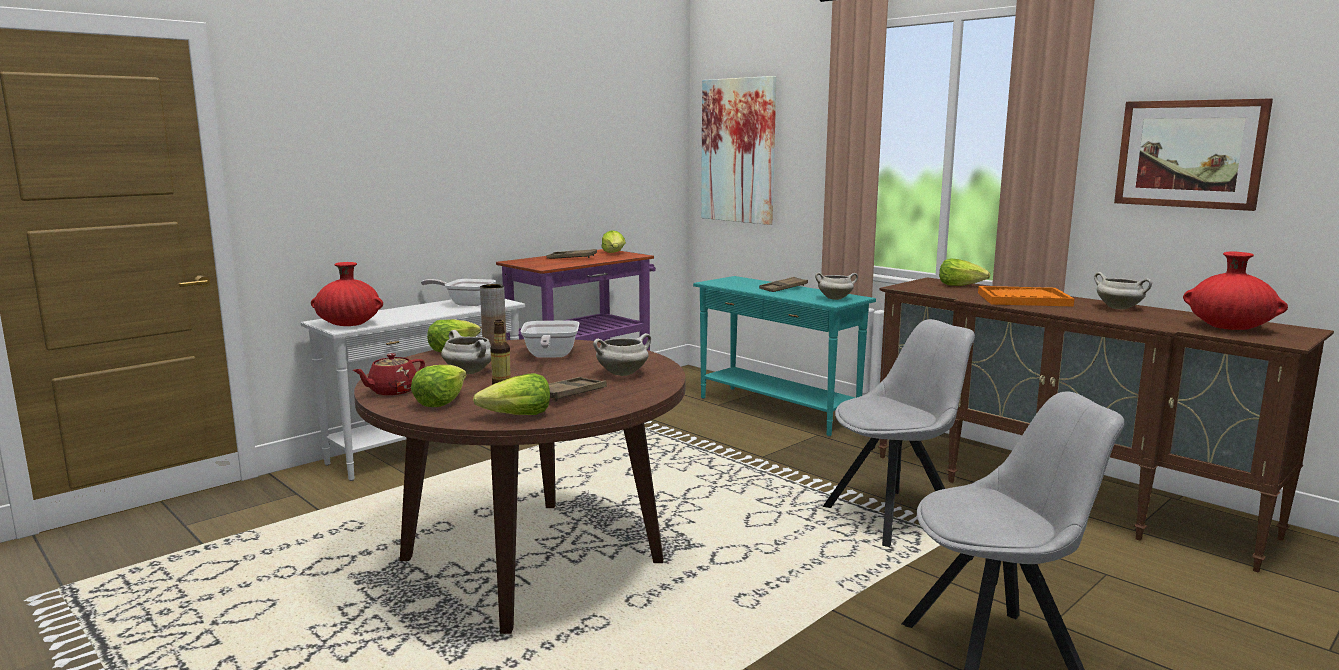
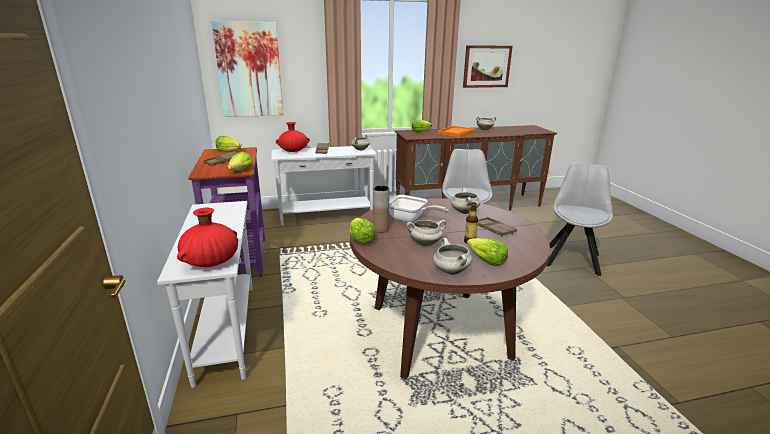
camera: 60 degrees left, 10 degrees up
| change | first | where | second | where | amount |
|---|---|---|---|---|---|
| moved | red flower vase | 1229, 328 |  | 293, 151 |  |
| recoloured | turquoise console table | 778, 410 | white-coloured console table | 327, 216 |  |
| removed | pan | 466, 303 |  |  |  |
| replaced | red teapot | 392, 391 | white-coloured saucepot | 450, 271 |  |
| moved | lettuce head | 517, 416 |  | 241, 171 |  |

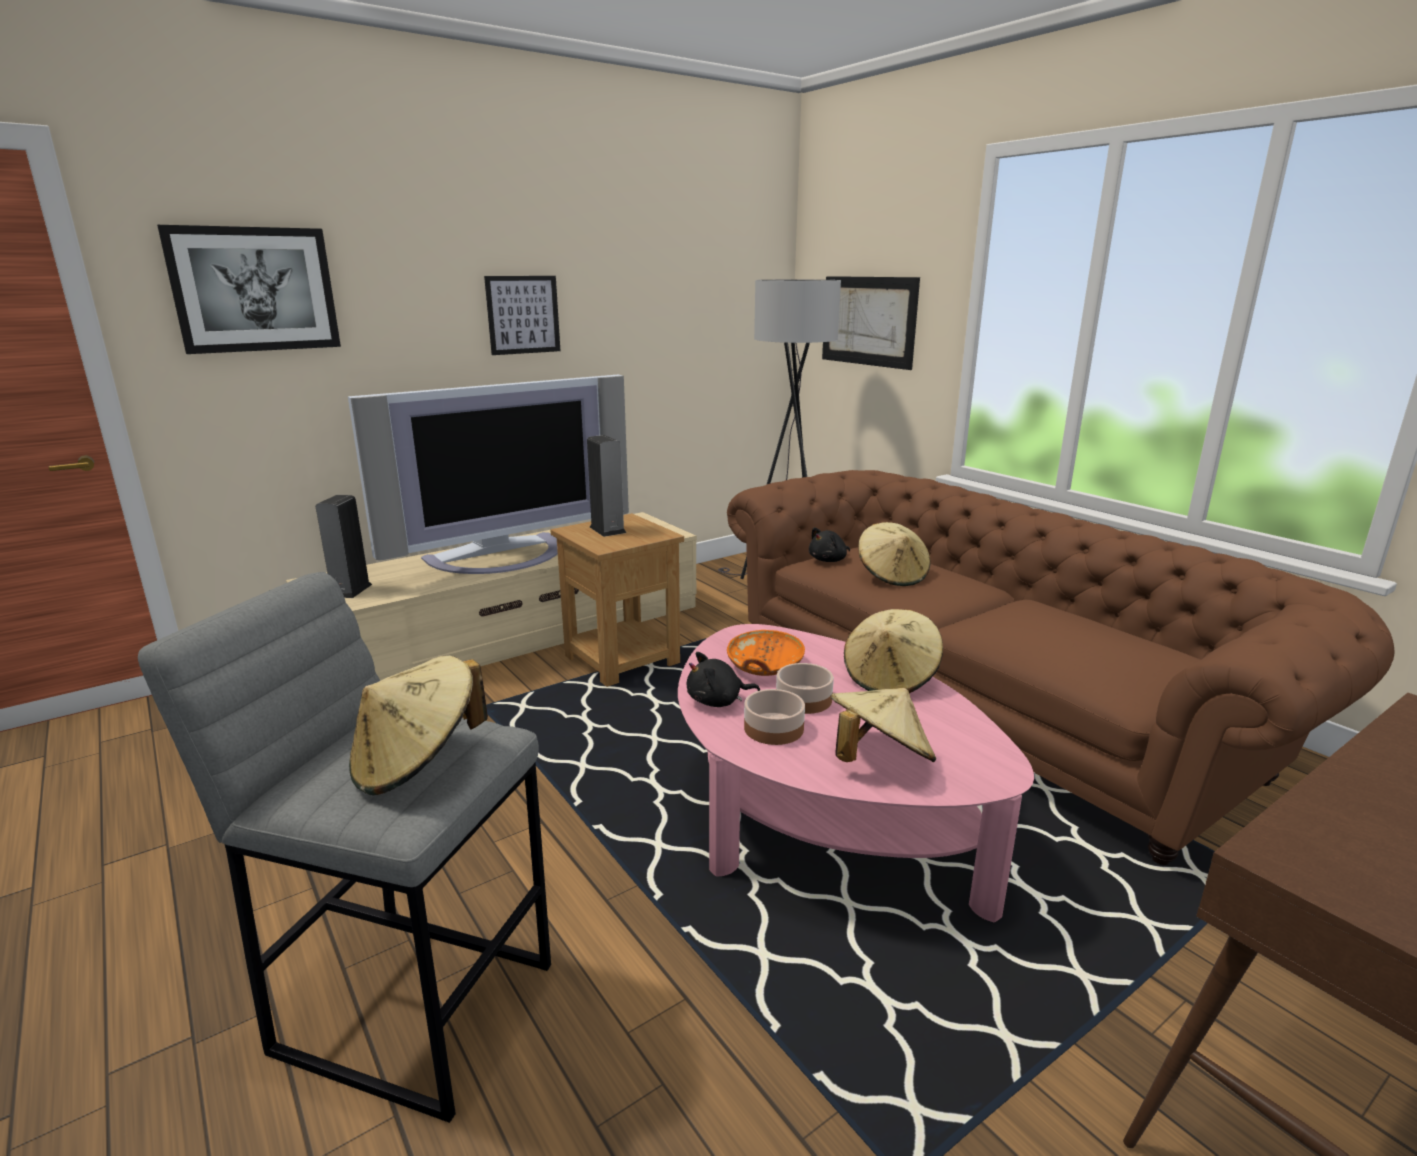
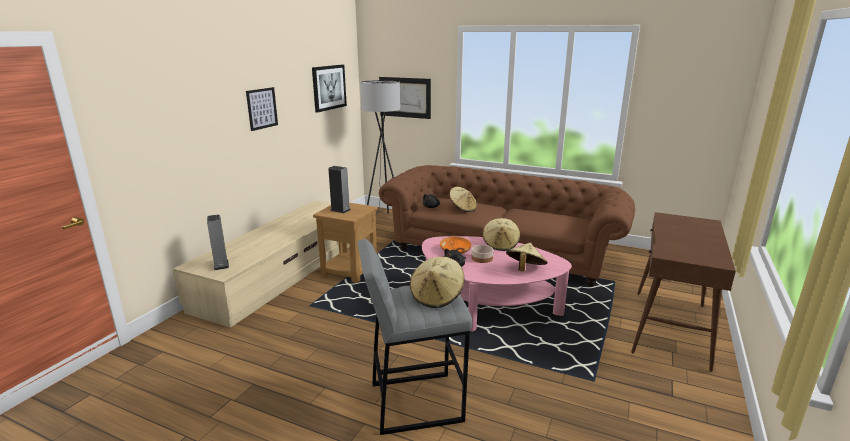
camera: 30 degrees left, 0 degrees up
| change | first | where | second | where | amount |
|---|---|---|---|---|---|
| moved | picture | 254, 289 |  | 329, 87 |  |
| removed | television | 504, 557 |  |  |  |
| removed | bowl | 773, 728 |  |  |  |

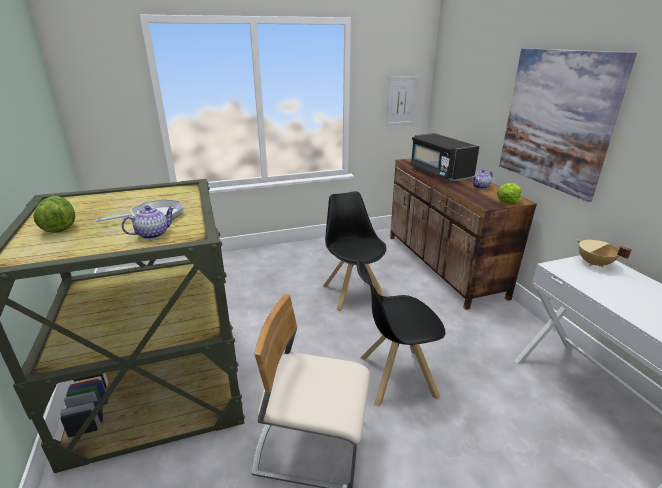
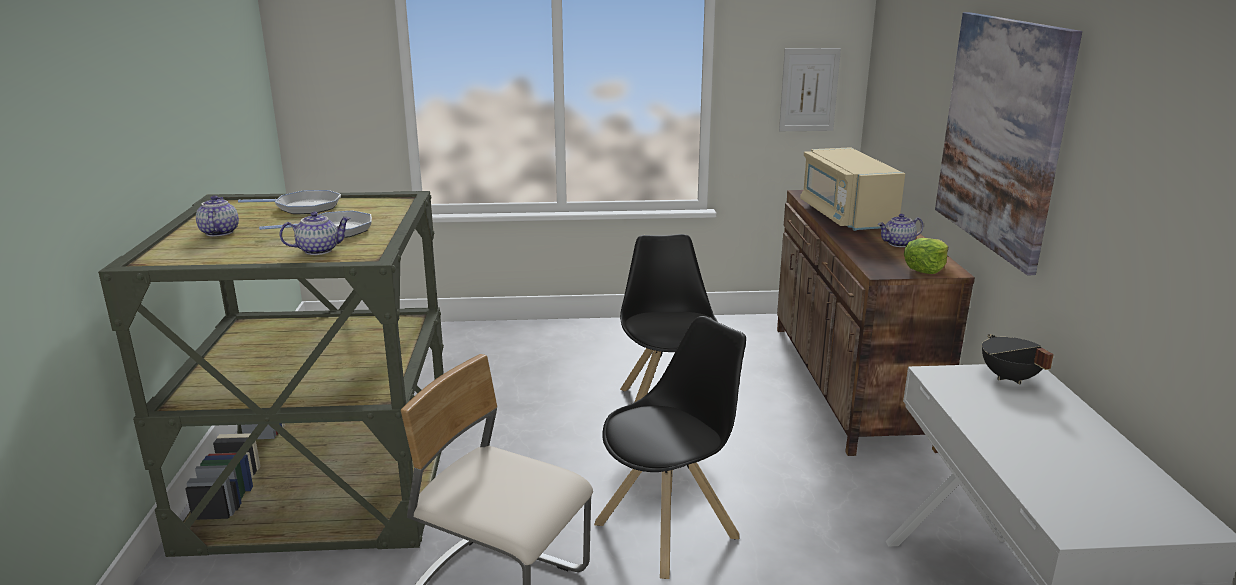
camera: 15 degrees right, 5 degrees down
| change | first | where | second | where | amount |
|---|---|---|---|---|---|
| recoloured | black-coloured microwave | 439, 173 | beige microwave | 846, 216 |  |
| replaced | lettuce head | 60, 227 | teapot | 218, 232 |  |
| recoloured | beige saucepot | 594, 264 | black-coloured saucepot | 1009, 378 |  |
| turned | black-coloured upright chair | 395, 376 |  | 670, 528 | 135 degrees clockwise |
| added |  |  | pan | 304, 207 |  |

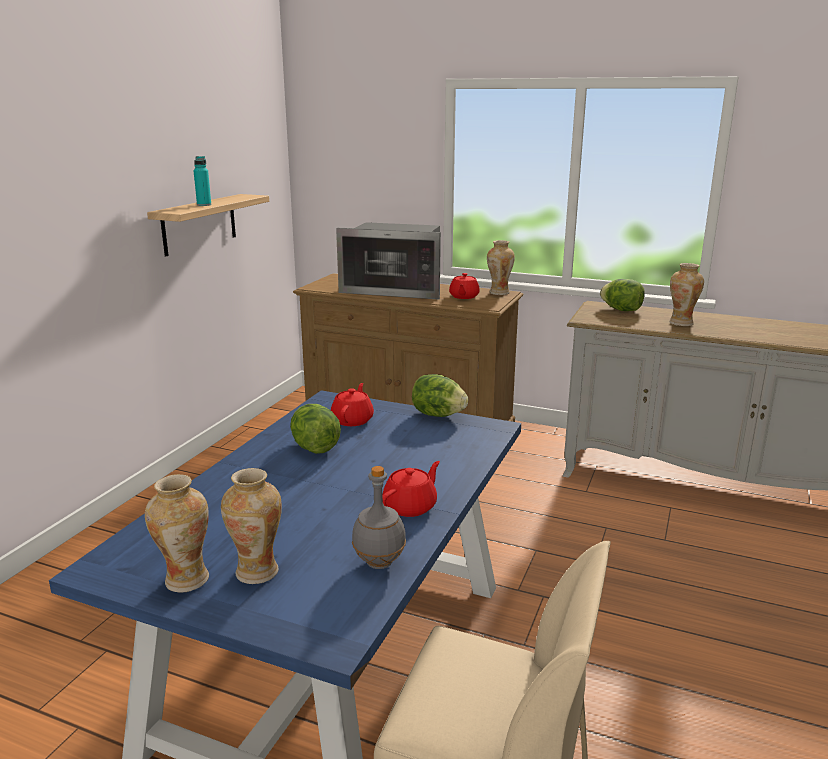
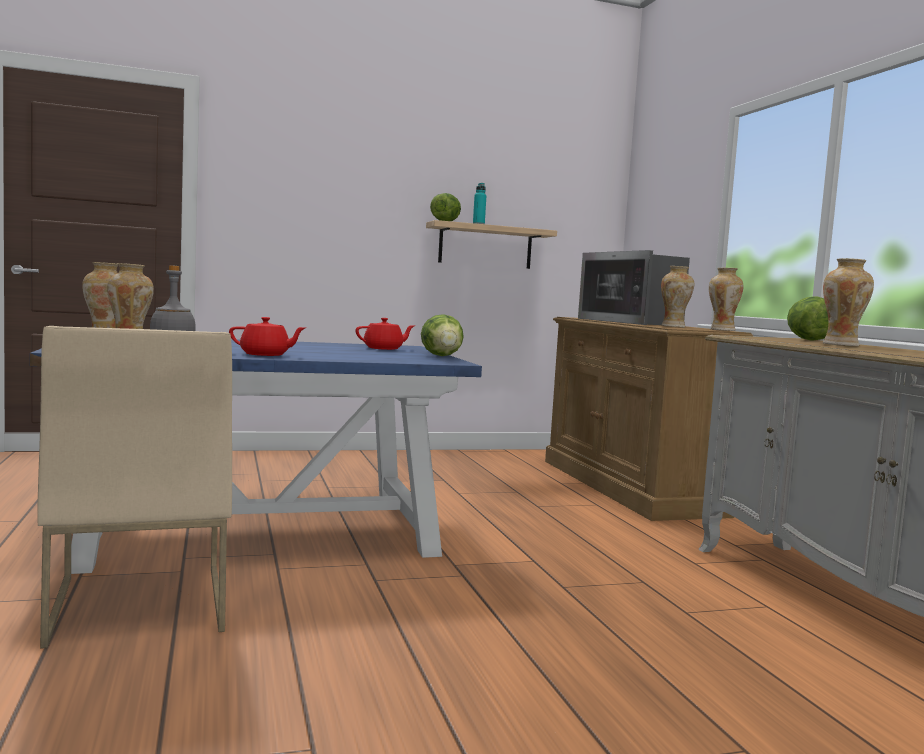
camera: 50 degrees right, 15 degrees down
| change | first | where | second | where | amount |
|---|---|---|---|---|---|
| replaced | red teapot | 463, 297 | flower vase | 674, 327 |  |
| moved | lettuce head | 314, 447 |  | 445, 222 |  |

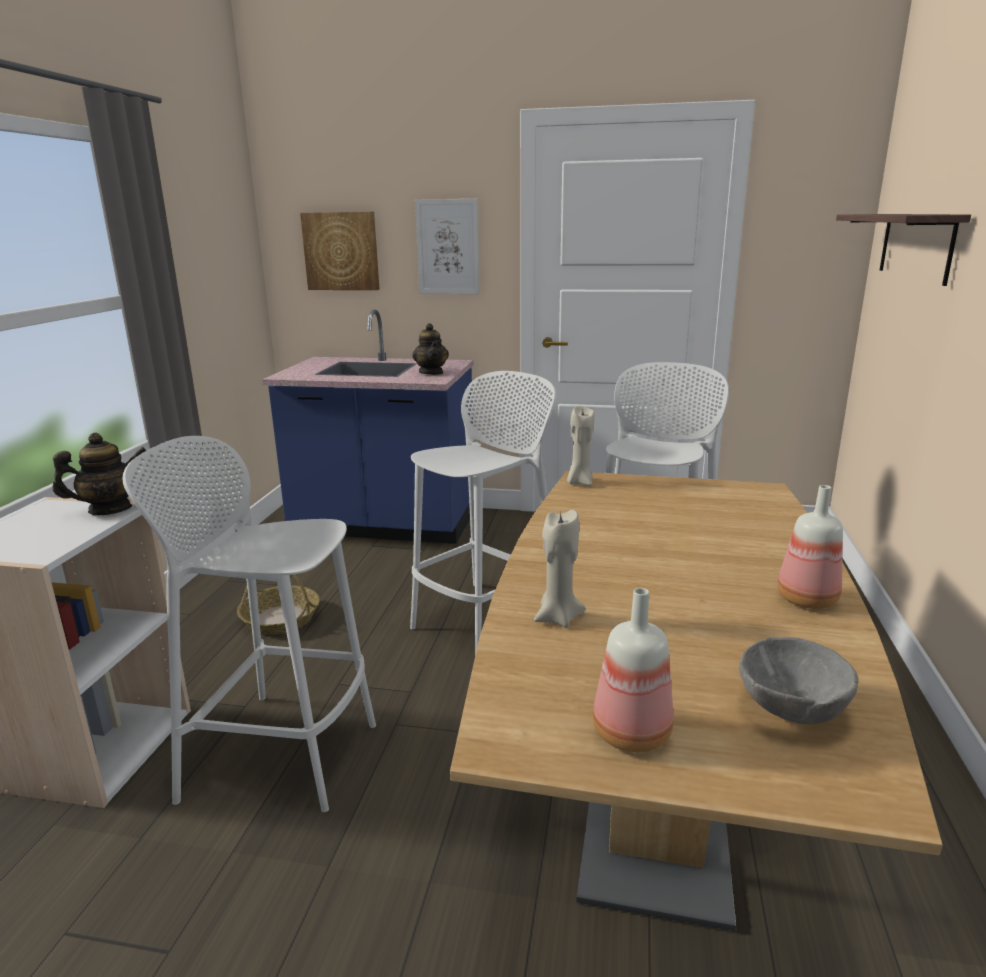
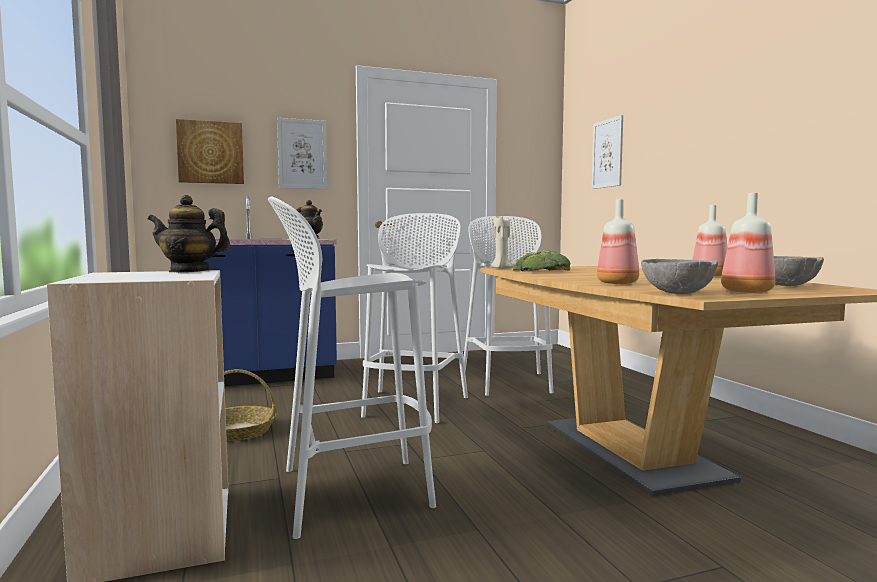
camera: 30 degrees left, 15 degrees down
| change | first | where | second | where | amount |
|---|---|---|---|---|---|
| replaced | shelf | 915, 246 | picture | 607, 153 |  |
| turned | teapot | 110, 509 |  | 189, 271 | 120 degrees counterclockwise |
| replaced | beige candle | 557, 618 | bottle | 618, 283 |  |
| added |  |  | baked bread | 542, 271 |  |
| added |  |  | grey bowl | 678, 293 |  |

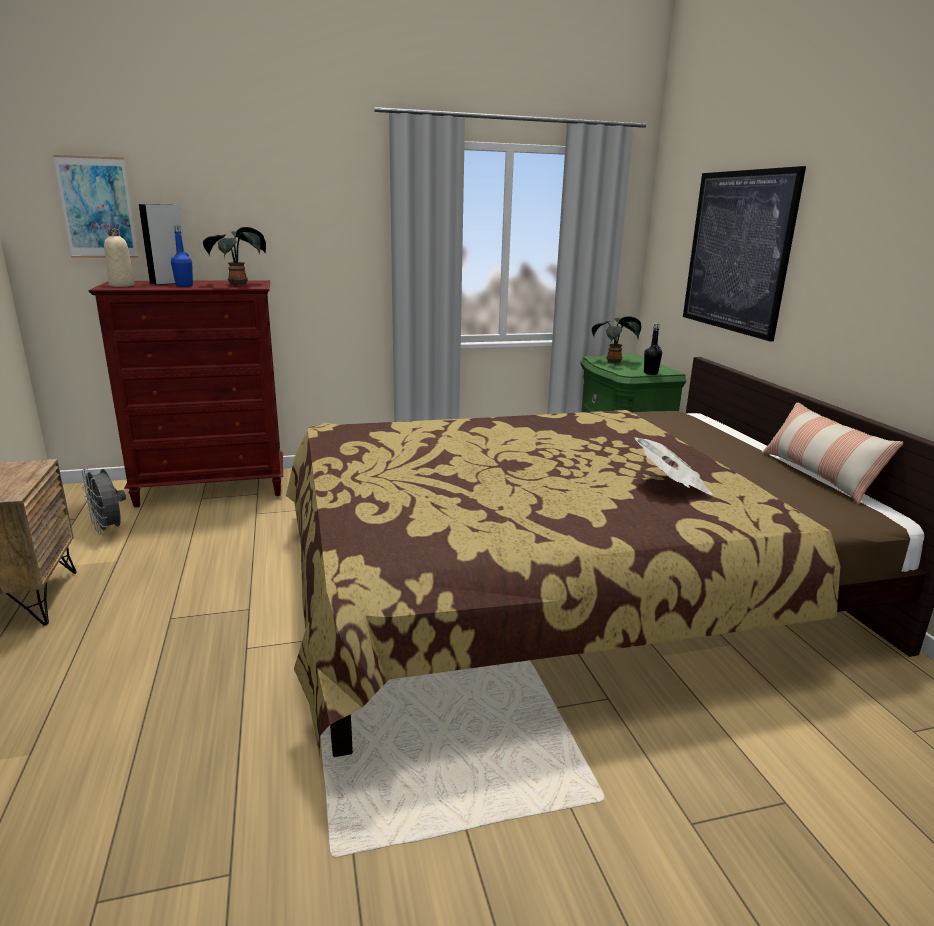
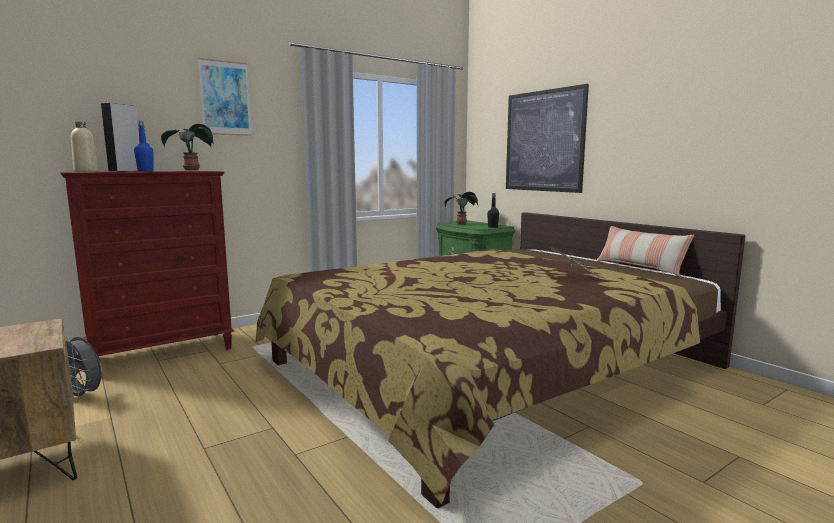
camera: 20 degrees left, 10 degrees down
| change | first | where | second | where | amount |
|---|---|---|---|---|---|
| moved | picture | 97, 208 |  | 225, 98 |  |

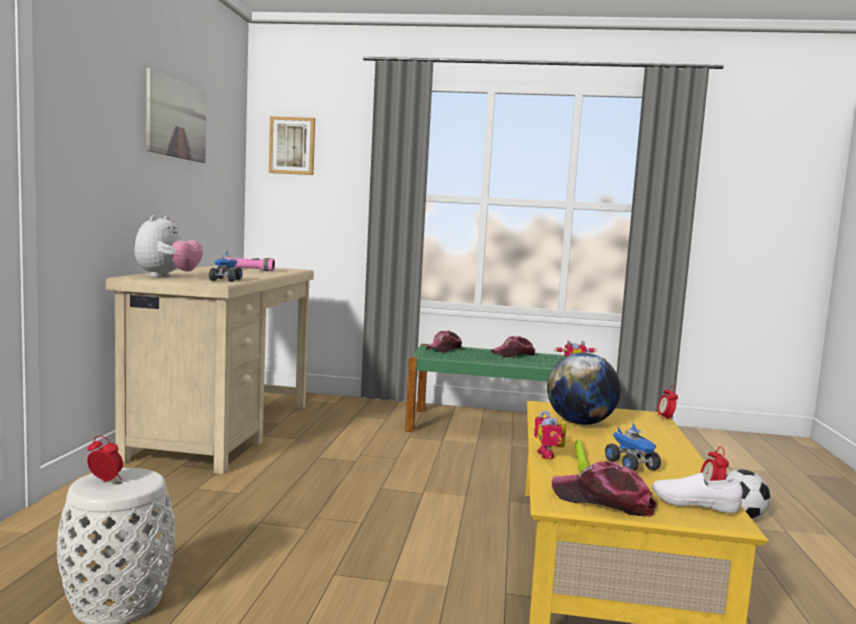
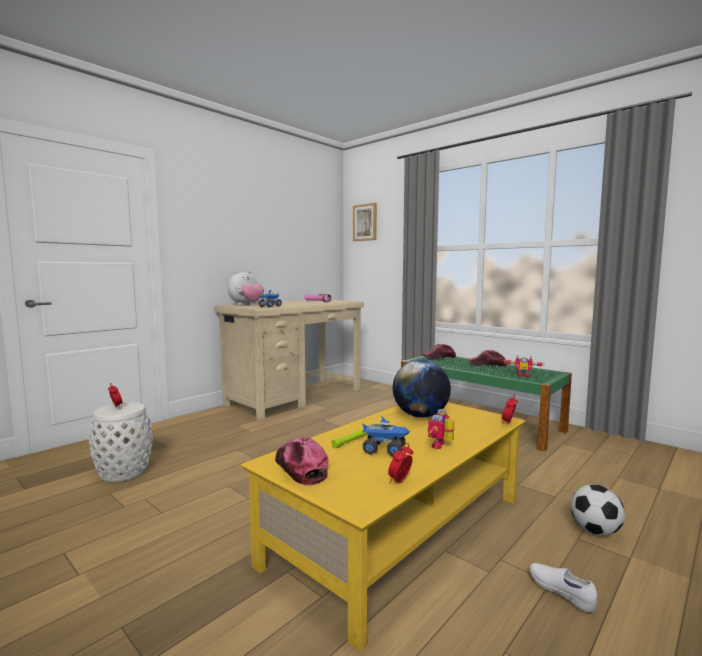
camera: 35 degrees right, 0 degrees up
| change | first | where | second | where | amount |
|---|---|---|---|---|---|
| removed | picture | 176, 119 |  |  |  |
| moved | model robot | 550, 455 |  | 442, 446 |  |
| turned | model truck | 632, 465 |  | 385, 450 | 90 degrees counterclockwise |
| moved | white-coloured low shoe | 694, 505 |  | 561, 593 |  |

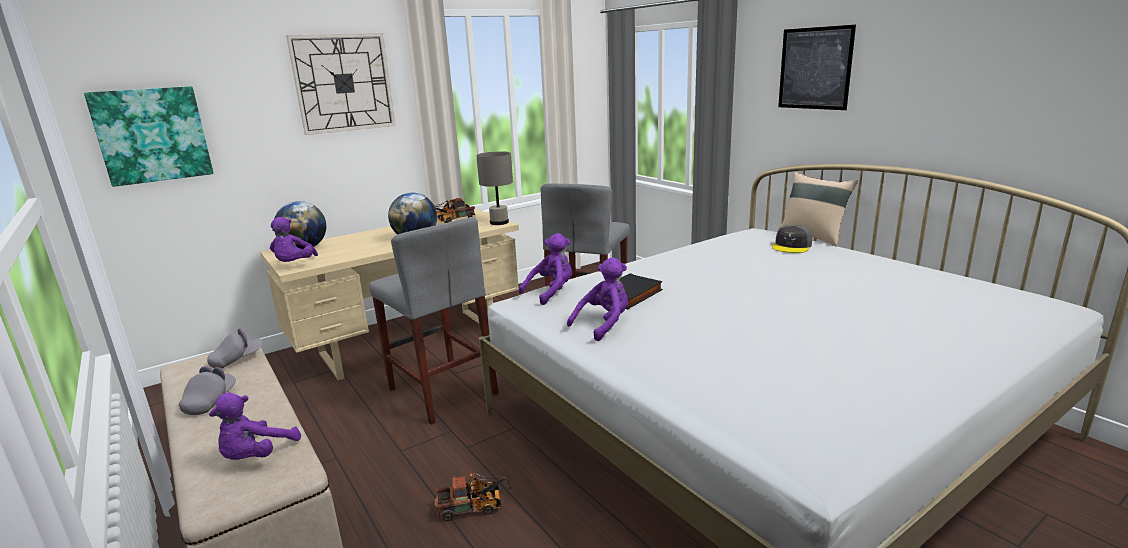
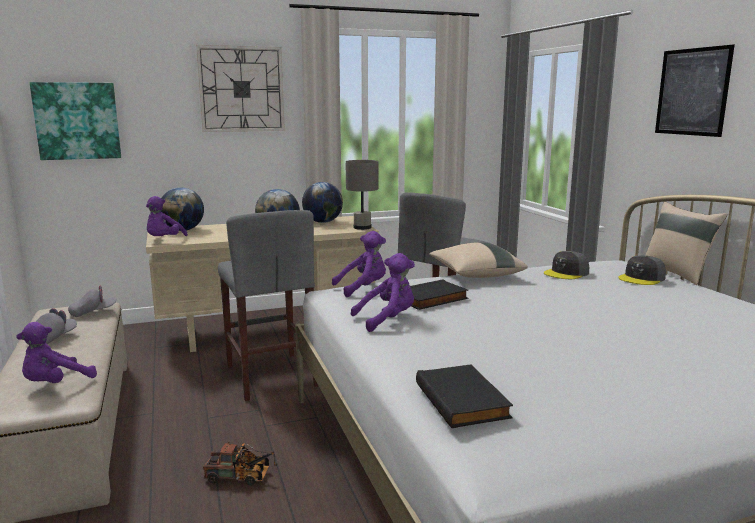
camera: 15 degrees right, 5 degrees down
| change | first | where | second | where | amount |
|---|---|---|---|---|---|
| replaced | model truck | 452, 220 | world globe | 322, 222 |  |
| added |  |  | beige cushion | 475, 275 |  |
| added |  |  | grey peaked cap | 566, 273 |  |
| added |  |  | black-coloured book | 464, 400 |  |

